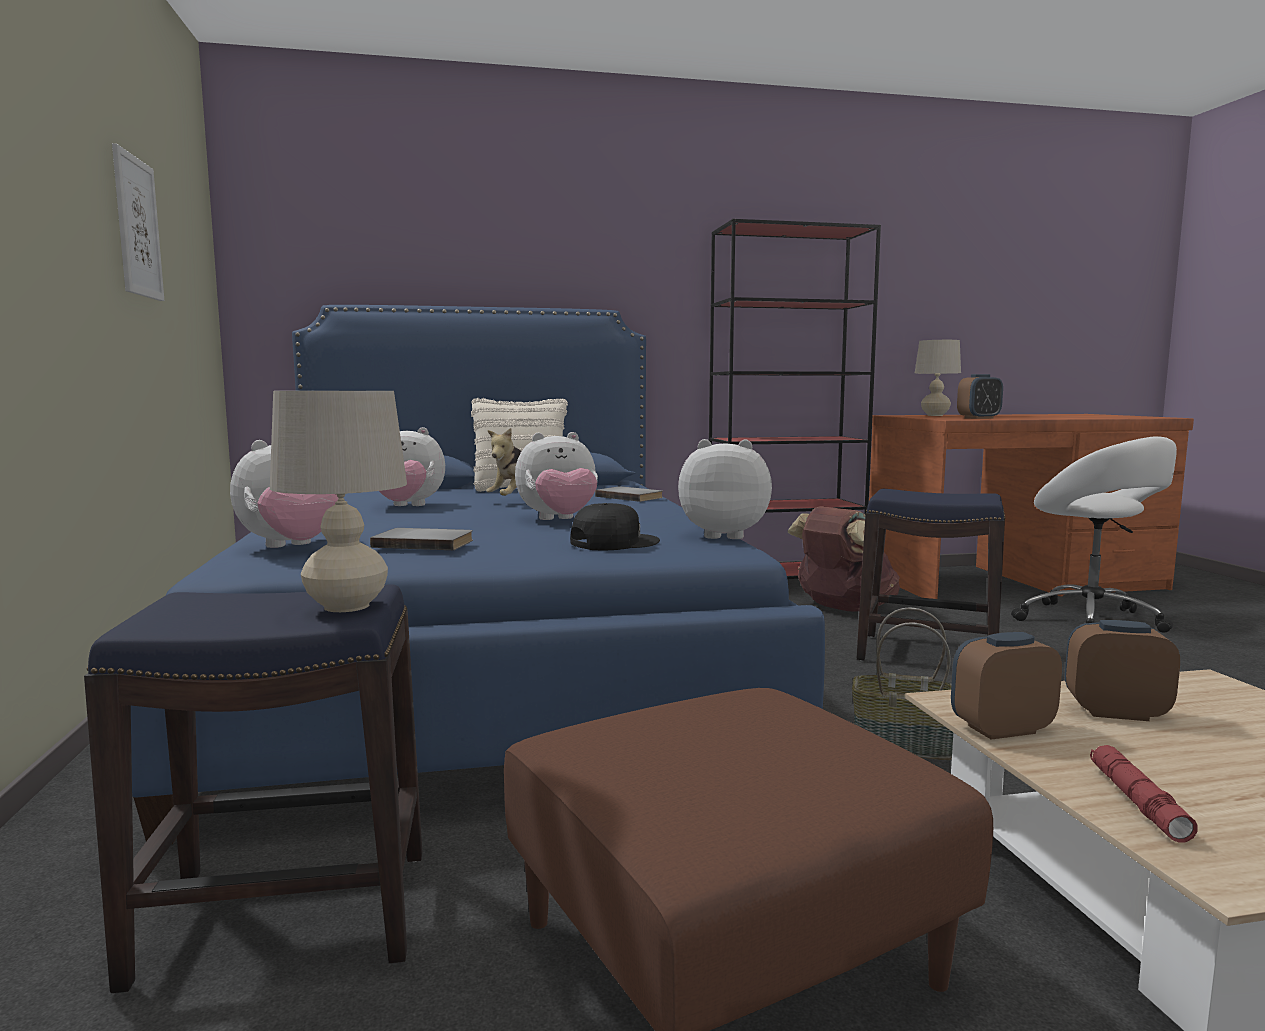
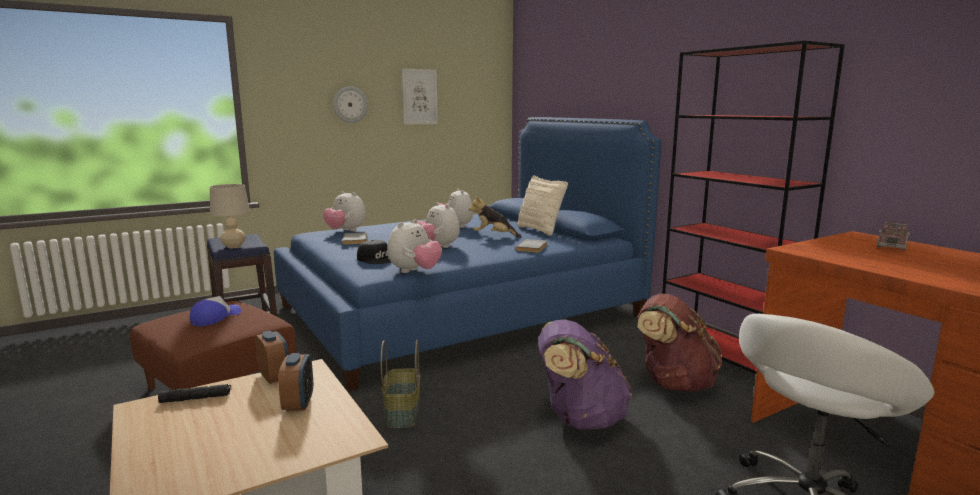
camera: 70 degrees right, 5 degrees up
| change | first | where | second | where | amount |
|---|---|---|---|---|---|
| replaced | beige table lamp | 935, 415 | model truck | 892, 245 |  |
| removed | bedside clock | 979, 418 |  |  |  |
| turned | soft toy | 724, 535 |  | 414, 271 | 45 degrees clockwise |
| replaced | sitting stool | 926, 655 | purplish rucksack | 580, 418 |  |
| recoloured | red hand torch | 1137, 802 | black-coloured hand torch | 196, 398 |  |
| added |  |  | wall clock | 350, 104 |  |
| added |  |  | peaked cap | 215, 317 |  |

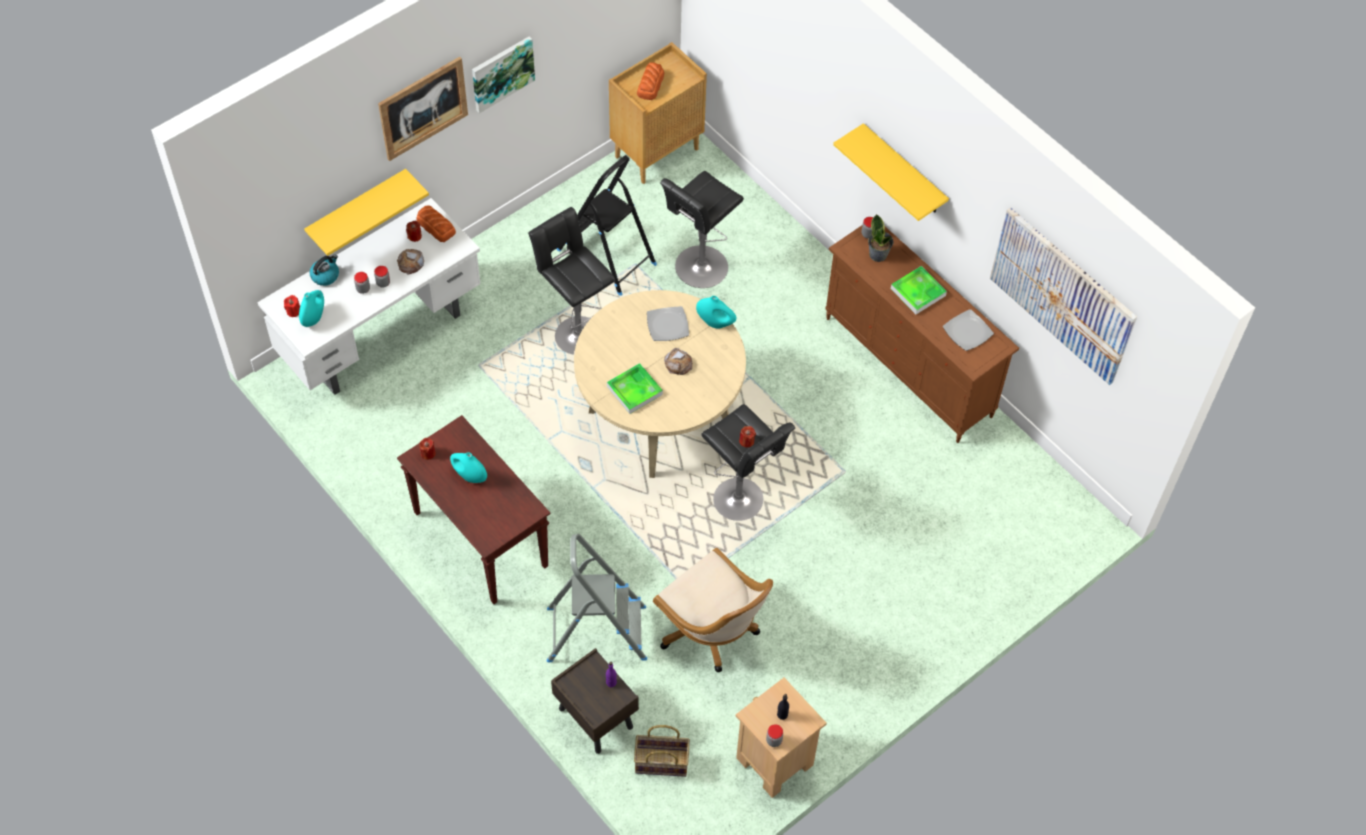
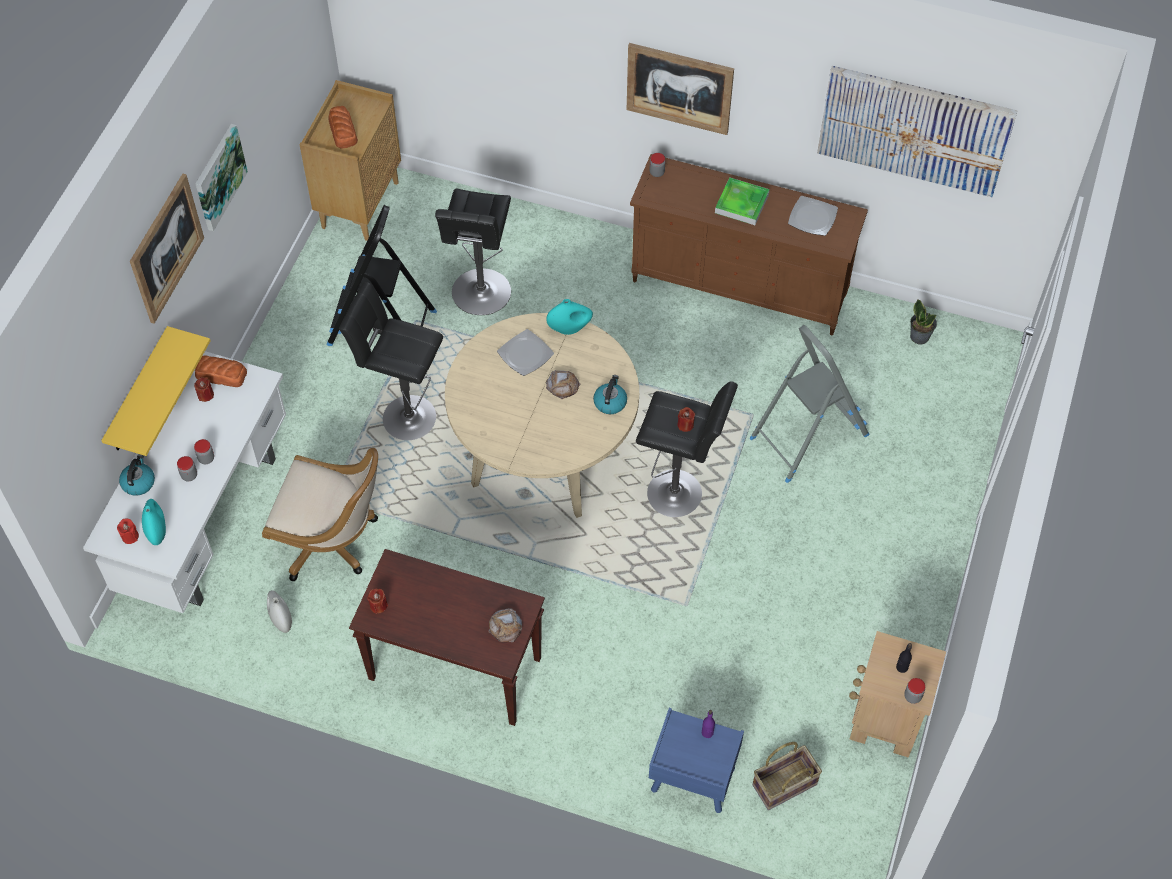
camera: 30 degrees left, 0 degrees up
| change | first | where | second | where | amount |
|---|---|---|---|---|---|
| replaced | yellow shelf | 903, 171 | picture | 679, 88 |  |
| moved | potted plant | 878, 254 |  | 919, 336 |  |
| moved | baked bread | 410, 263 |  | 506, 627 |  |
| removed | carrying tray | 634, 390 |  |  |  |
| removed | turquoise flower vase | 469, 476 |  |  |  |
| moved | grey step stool | 598, 633 |  | 810, 436 |  |
| moved | desk chair | 713, 631 |  | 332, 540 |  |
| recoloured | brown night table | 595, 717 | bluish night table | 691, 779 |  |
| added |  |  | tea kettle | 610, 402 |  |
| added |  |  | white-coloured flower vase | 281, 620 |  |

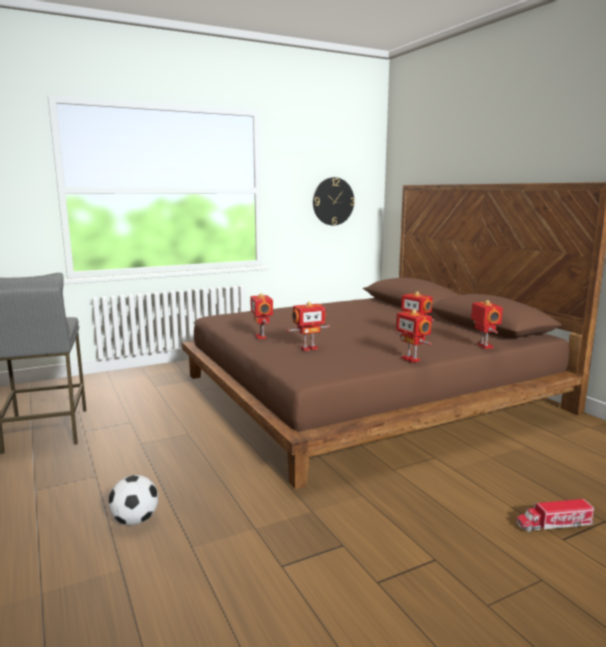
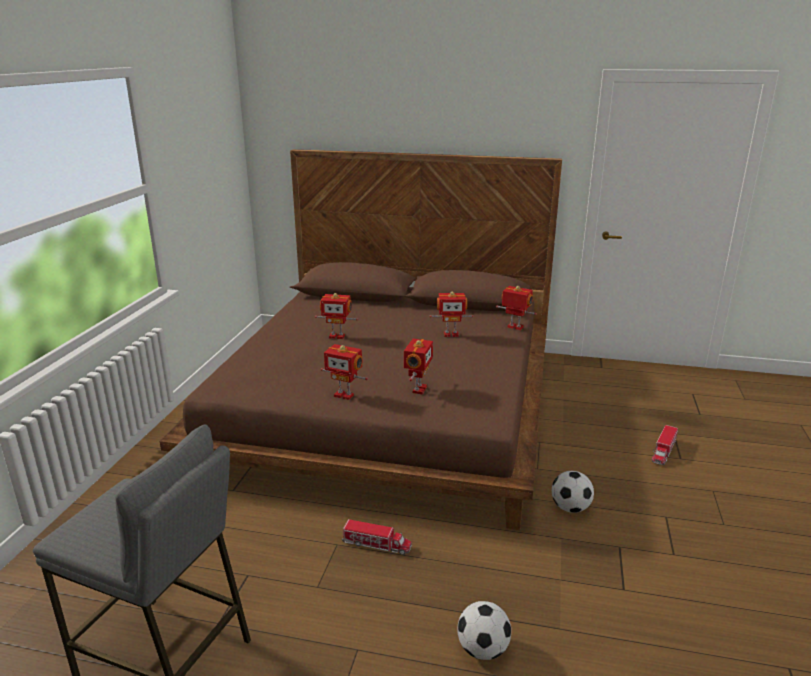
camera: 50 degrees left, 10 degrees up
| change | first | where | second | where | amount |
|---|---|---|---|---|---|
| removed | wall clock | 333, 201 |  |  |  |
| moved | model robot | 411, 359 |  | 337, 336 |  |
| added |  |  | football ball | 570, 508 |  |
| added |  |  | model truck | 376, 544 |  |

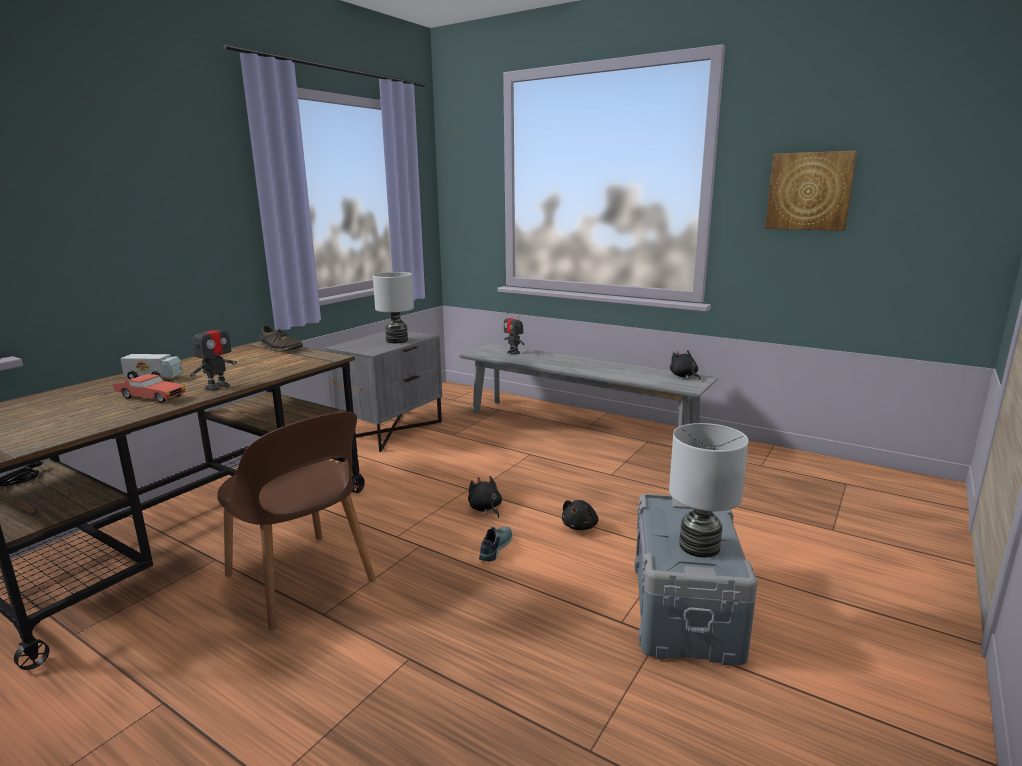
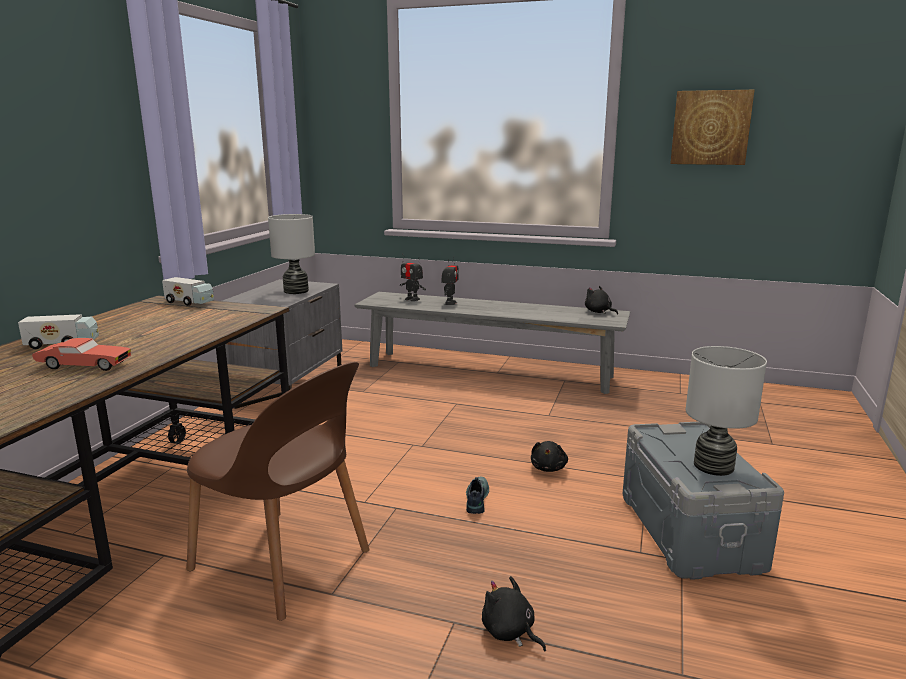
camera: 15 degrees left, 0 degrees up
| change | first | where | second | where | amount |
|---|---|---|---|---|---|
| moved | model robot | 217, 387 |  | 450, 303 |  |
| replaced | brown low shoe | 281, 347 | model truck | 189, 302 |  |
| moved | black-coloured soft toy | 485, 509 |  | 510, 632 |  |

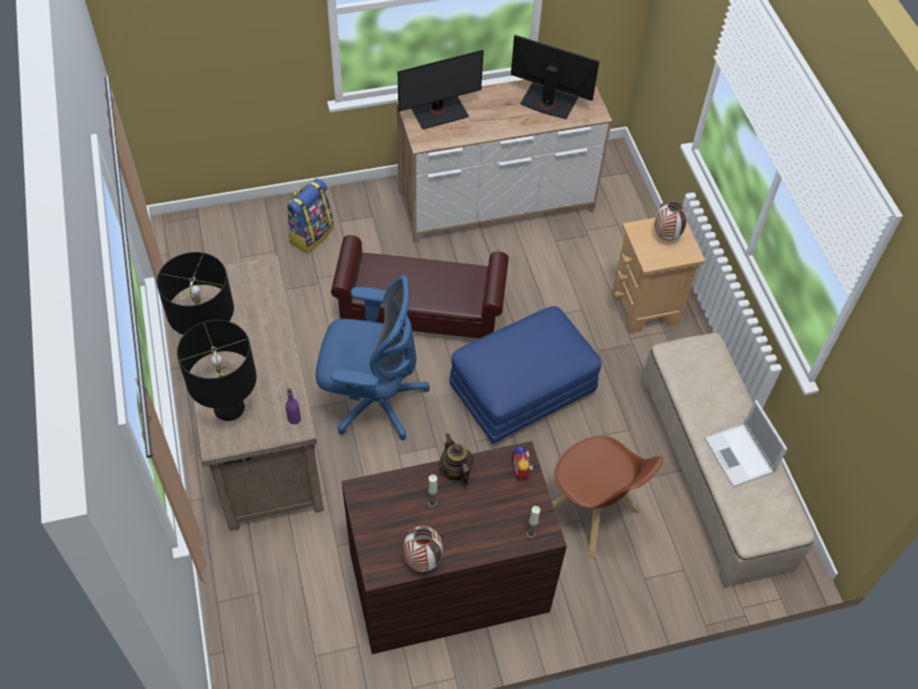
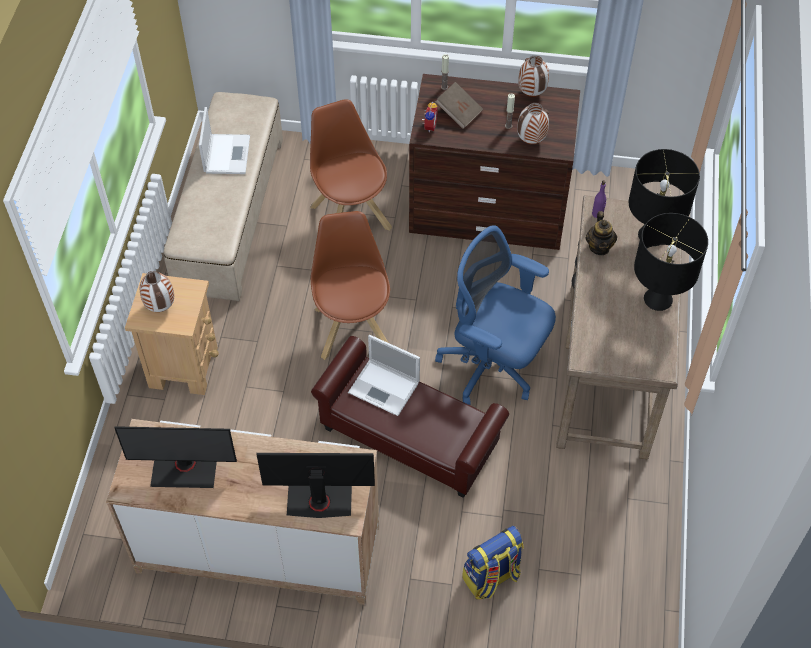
camera: 155 degrees left, 0 degrees up
| change | first | where | second | where | amount |
|---|---|---|---|---|---|
| turned | computer screen | 548, 102 |  | 185, 468 | 45 degrees counterclockwise |
| replaced | bluish ottoman | 521, 393 | brown upright chair | 352, 326 |  |
| moved | teapot | 455, 470 |  | 599, 247 |  |
| added |  |  | brown book | 459, 112 |  |
| added |  |  | flower vase | 531, 141 |  |
| added |  |  | portable computer | 385, 388 |  |

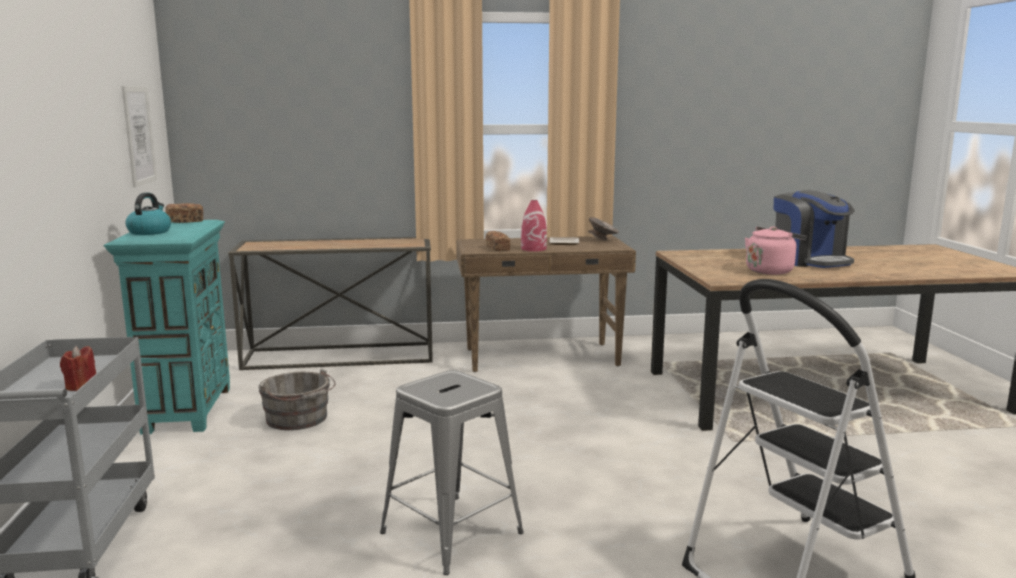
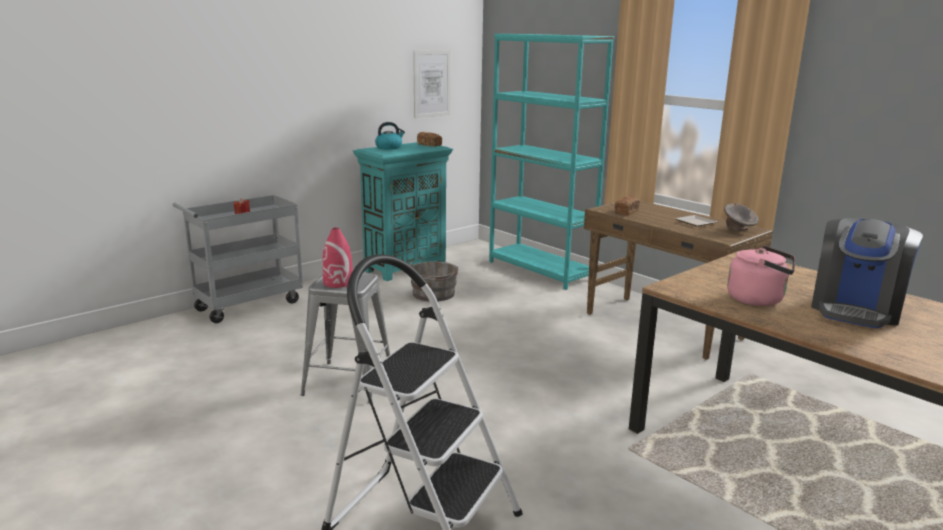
camera: 55 degrees right, 5 degrees up
| change | first | where | second | where | amount |
|---|---|---|---|---|---|
| moved | red flower vase | 534, 249 |  | 338, 283 |  |
| replaced | console table | 340, 356 | turquoise shelving unit | 540, 270 |  |

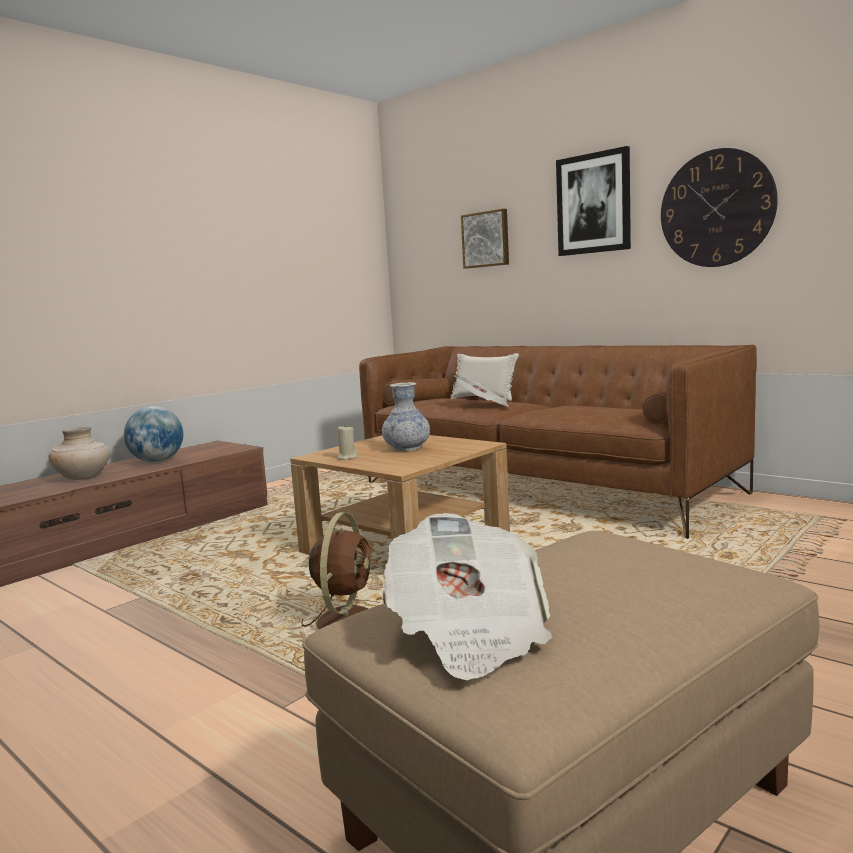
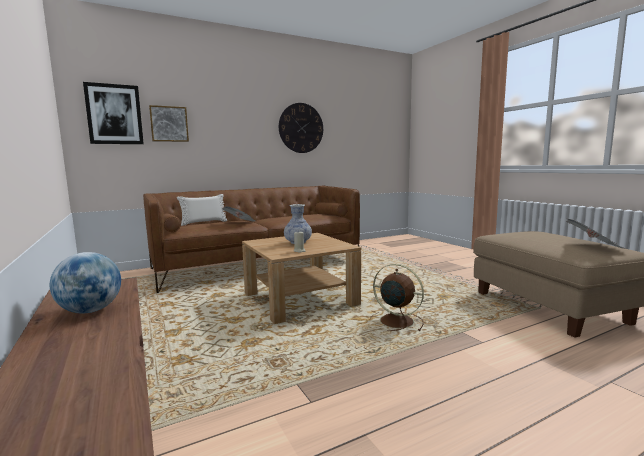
camera: 70 degrees left, 0 degrees up
| change | first | where | second | where | amount |
|---|---|---|---|---|---|
| moved | picture | 593, 203 |  | 114, 114 |  |
| removed | beige flower vase | 83, 478 |  |  |  |

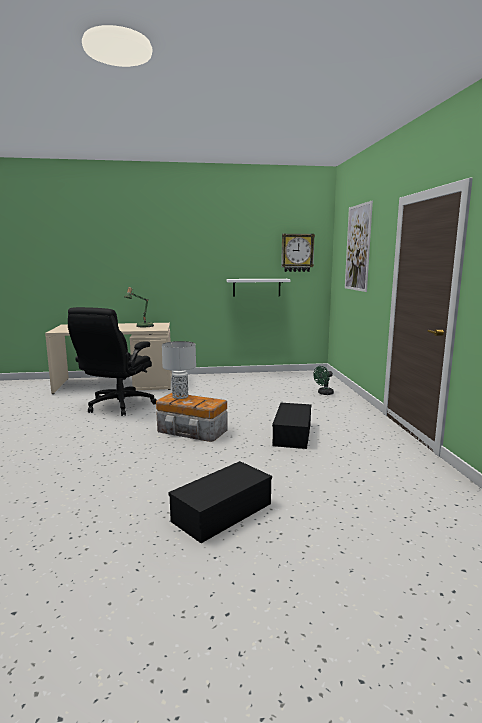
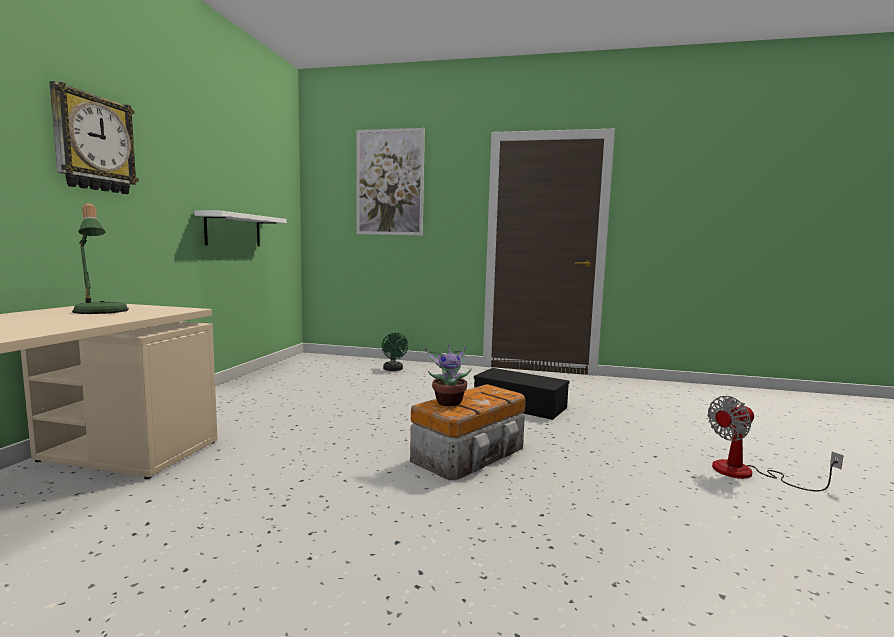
camera: 70 degrees left, 5 degrees down
| change | first | where | second | where | amount |
|---|---|---|---|---|---|
| moved | wall clock | 297, 253 |  | 93, 143 |  |
| removed | black-coloured desk chair | 117, 406 |  |  |  |
| replaced | white-coloured table lamp | 180, 396 | potted plant | 449, 402 |  |
| replaced | black-coloured storage box | 222, 513 | electric fan | 748, 473 |  |

